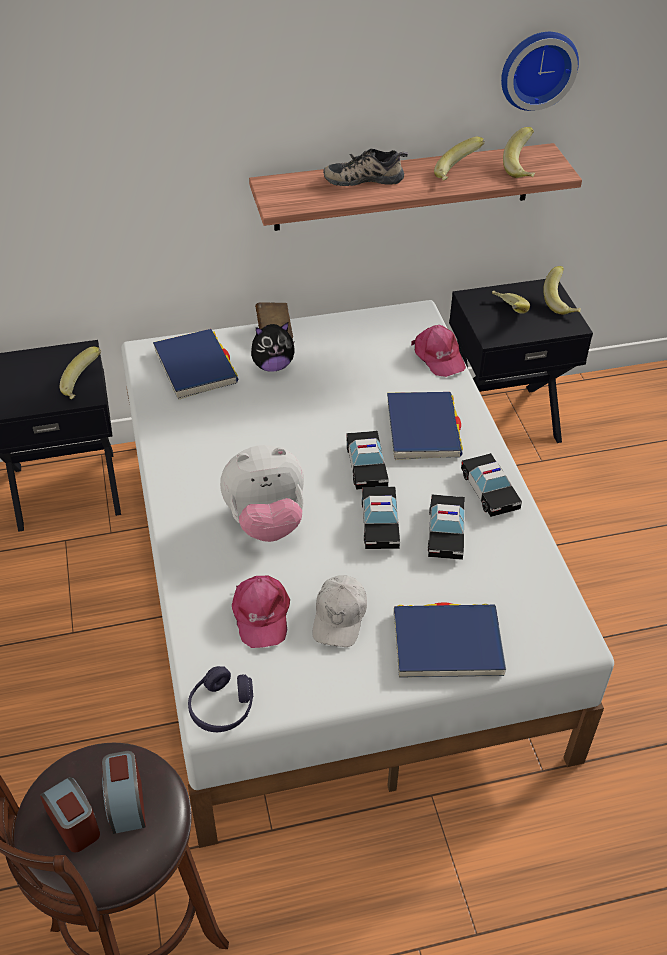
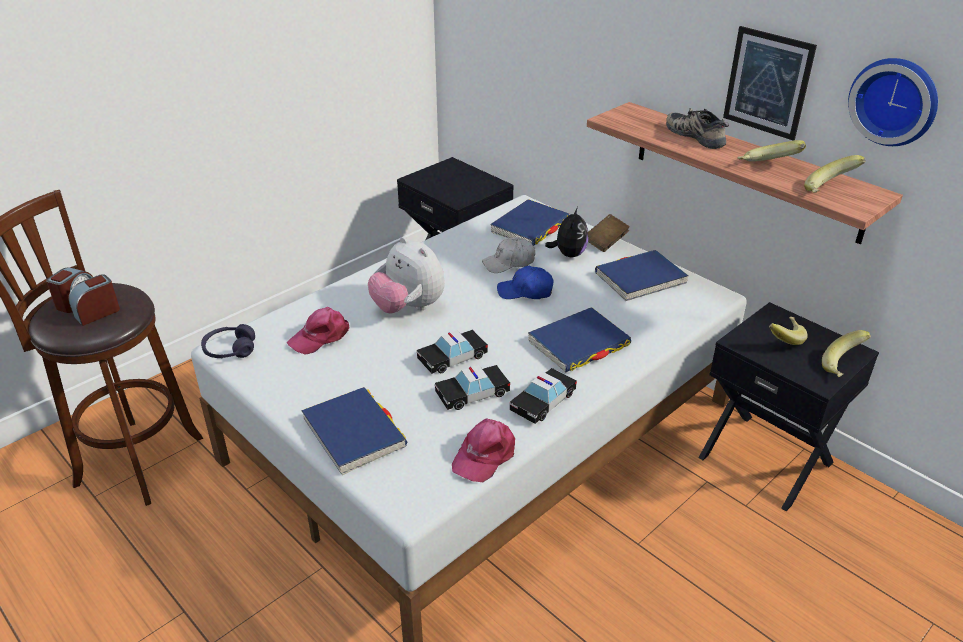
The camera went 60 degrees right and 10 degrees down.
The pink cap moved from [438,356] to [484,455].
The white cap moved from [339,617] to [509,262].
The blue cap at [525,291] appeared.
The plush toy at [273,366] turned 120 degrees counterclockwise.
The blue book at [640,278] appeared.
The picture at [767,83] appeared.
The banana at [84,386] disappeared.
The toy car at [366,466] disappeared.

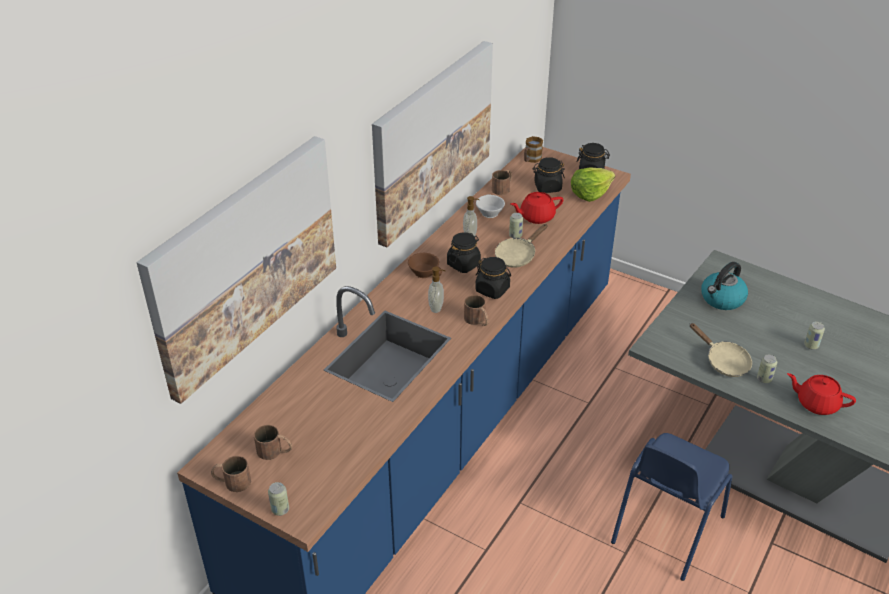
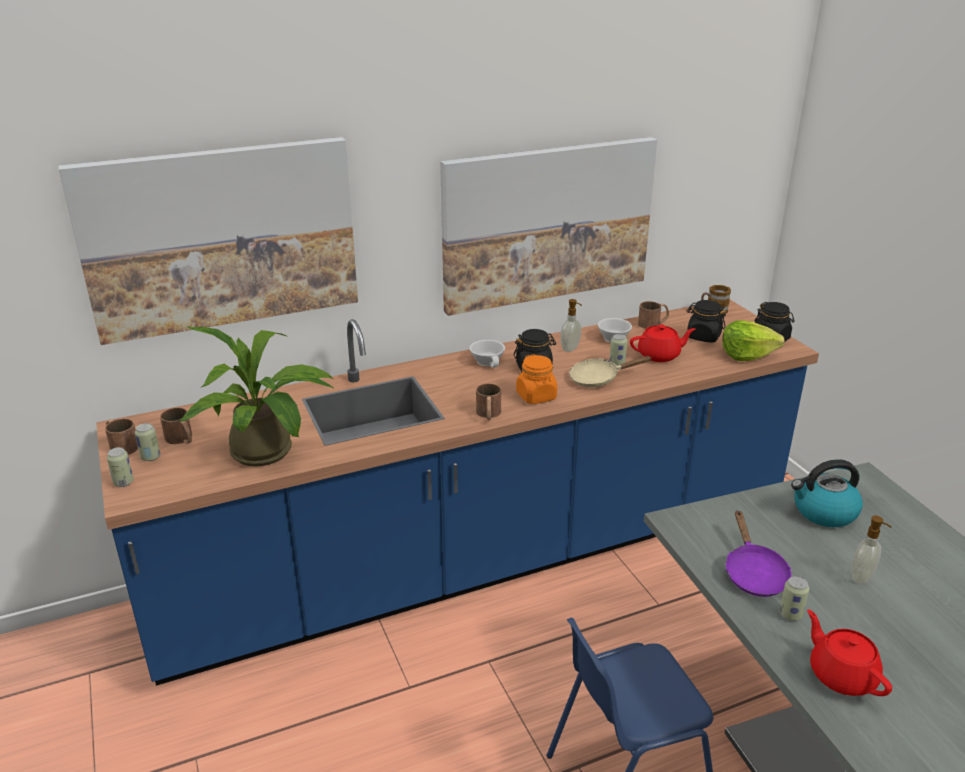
The camera went 35 degrees right and 10 degrees down.
The can moved from [811,345] to [150,457].
The potted plant at [268,454] appeared.
The brown cup at [425,272] became the white cup at [489,361].
The black jar at [492,290] became the orange jar at [536,396].
The red teapot at [536,217] turned 150 degrees clockwise.
The beige frying pan at [723,361] became the purple frying pan at [753,573].
The soap dispenser moved from [436,307] to [862,577].

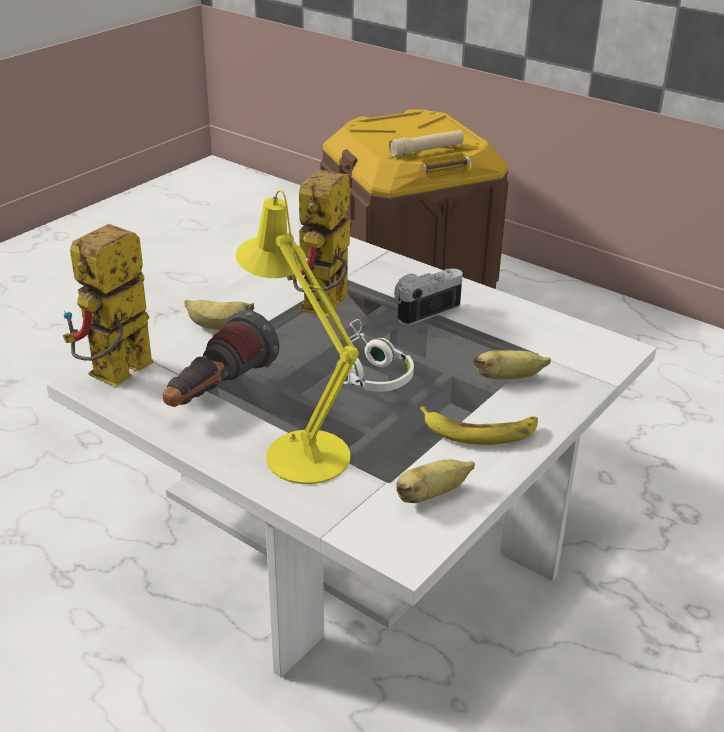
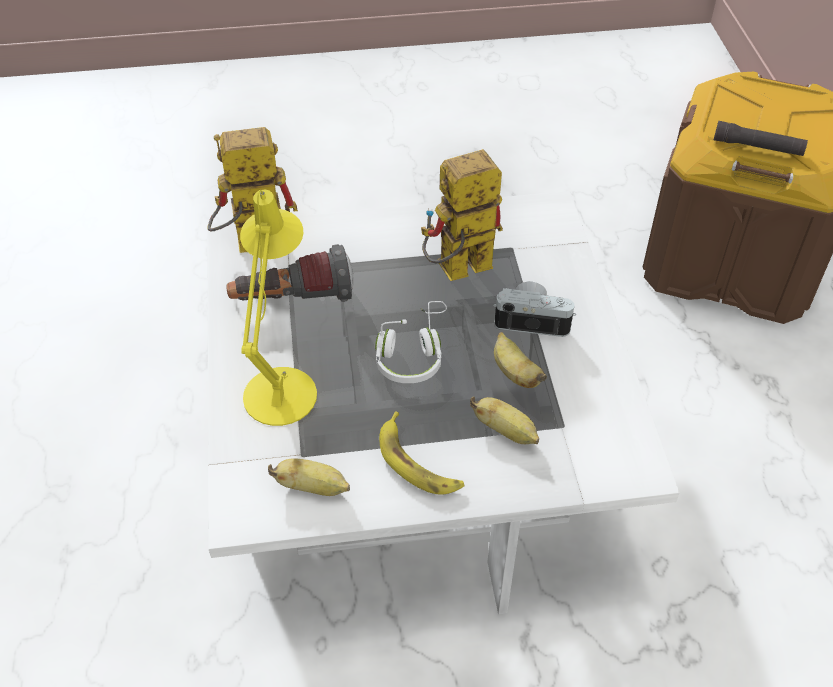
The camera went 45 degrees right and 15 degrees up.
The banana moved from [218,327] to [514,373].
The beige flashlight at [426,150] became the black flashlight at [758,147].

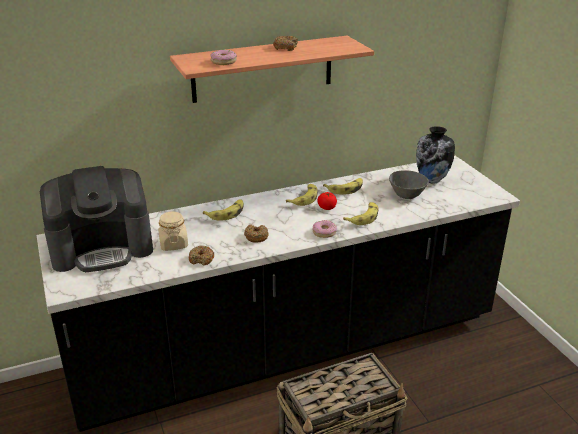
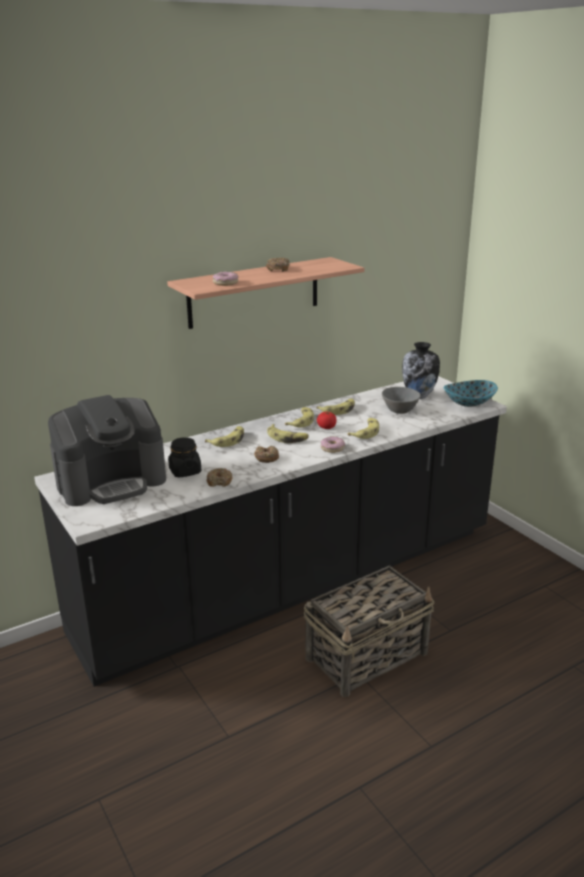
The camera went 10 degrees left and 5 degrees down.
The beige jar at [173,244] became the black jar at [185,471].
The banana at [287,438] appeared.
The bowl at [468,403] appeared.

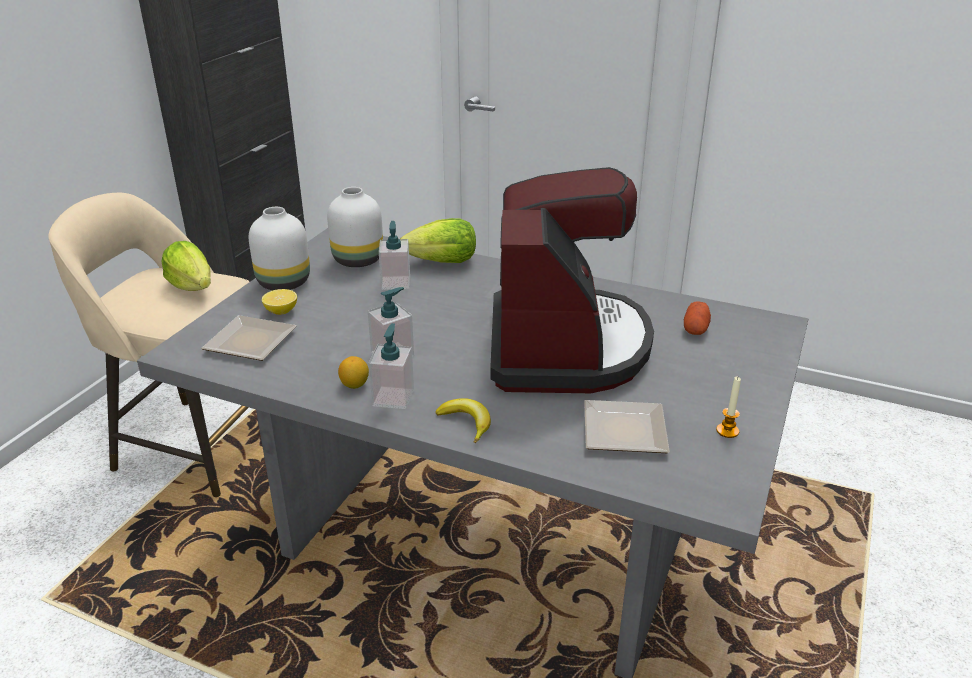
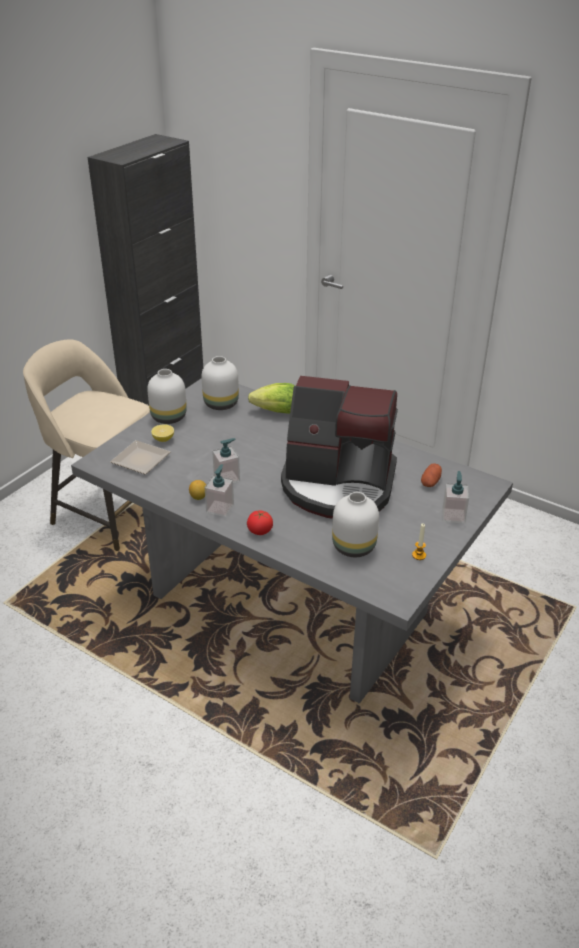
The camera went 10 degrees right and 5 degrees up.
The banana at [466,423] was replaced by the tomato at [260,530].
The coffee machine at [565,347] turned 90 degrees clockwise.
The plate at [621,429] was replaced by the white vase at [353,546].
The soap dispenser moved from [396,282] to [453,515].
The lettuce at [192,287] disappeared.

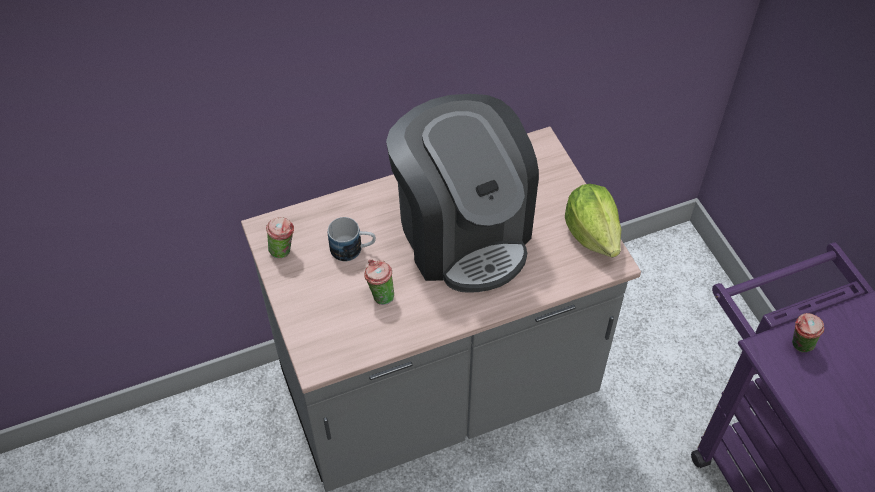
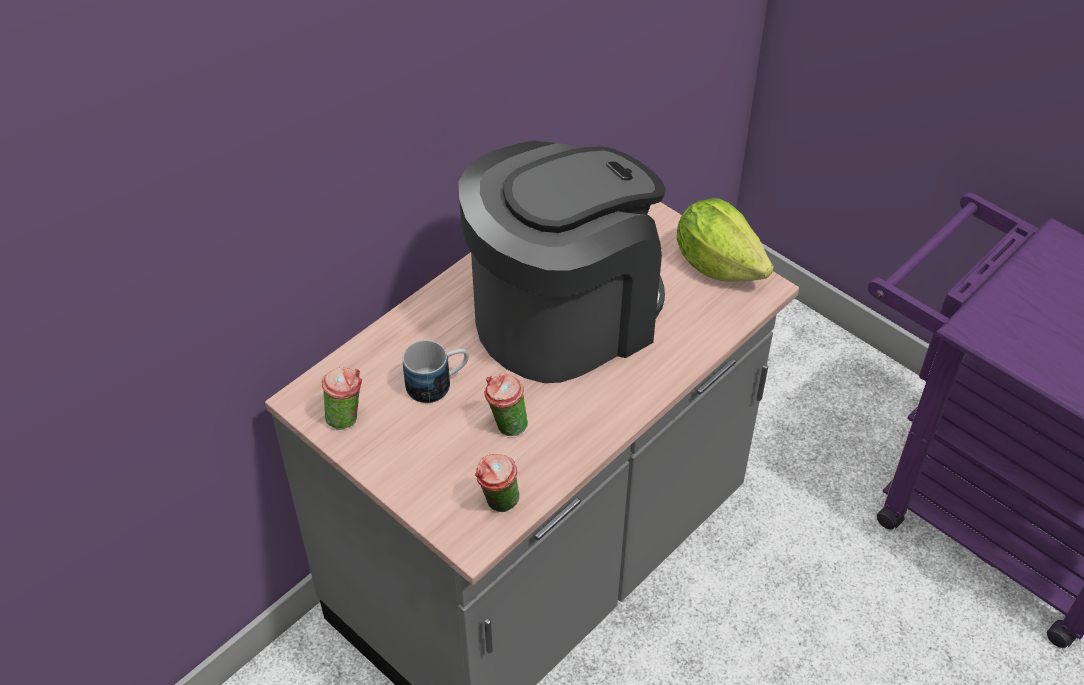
The camera went 25 degrees left and 5 degrees down.
The coffee machine at [463,232] turned 75 degrees counterclockwise.
The cup moved from [799,346] to [498,504].

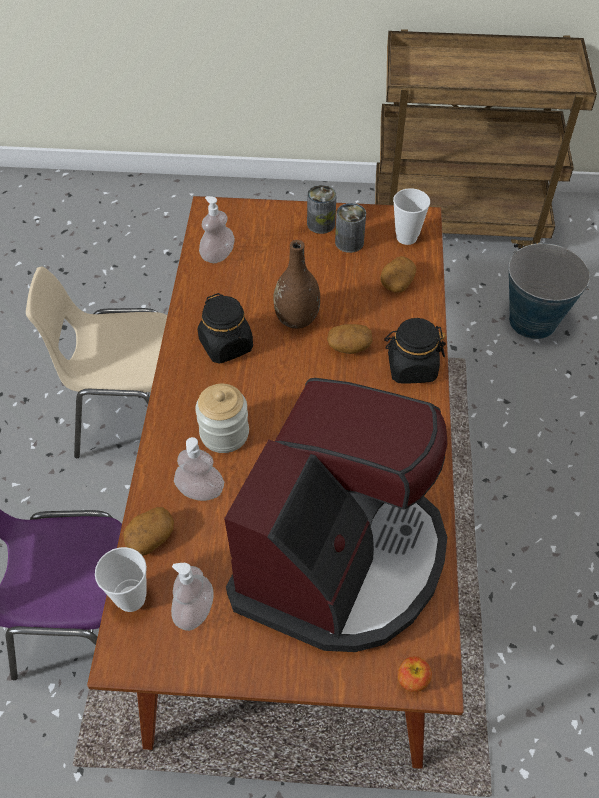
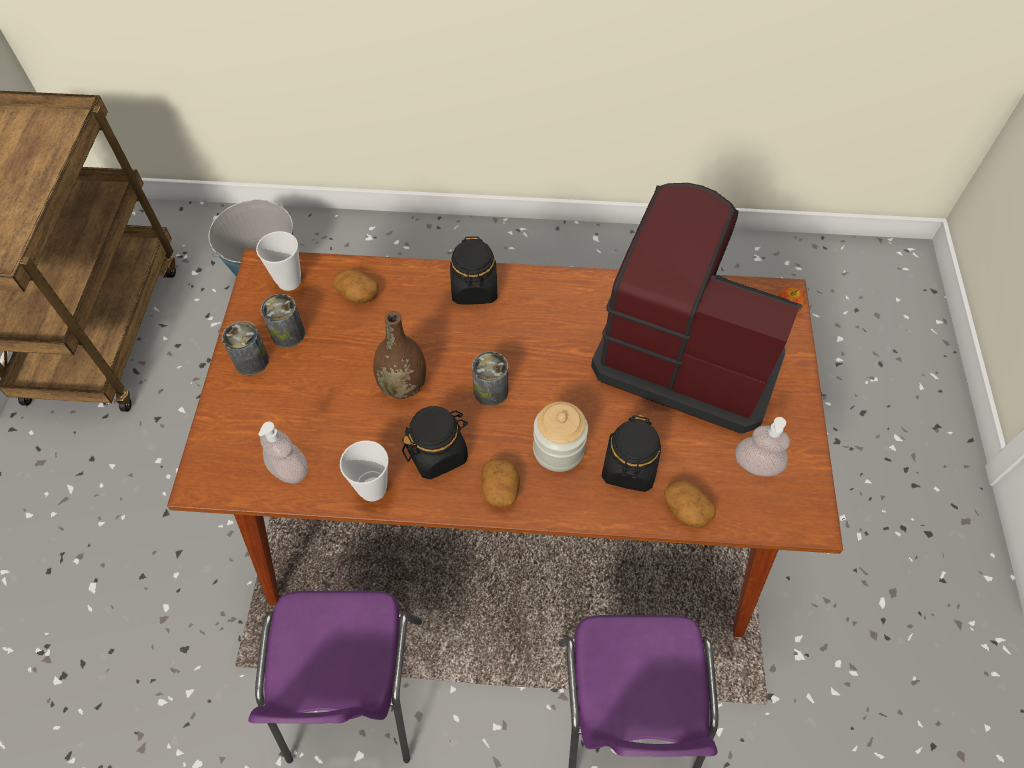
The camera went 90 degrees left and 5 degrees up.
The beige chair at [133,418] became the purple chair at [353,693].
The cup moved from [131,598] to [373,489].
The can at [491,391] appeared.
The potato moved from [349,346] to [500,489].
The soap dispenser at [200,491] was replaced by the black jar at [629,468].

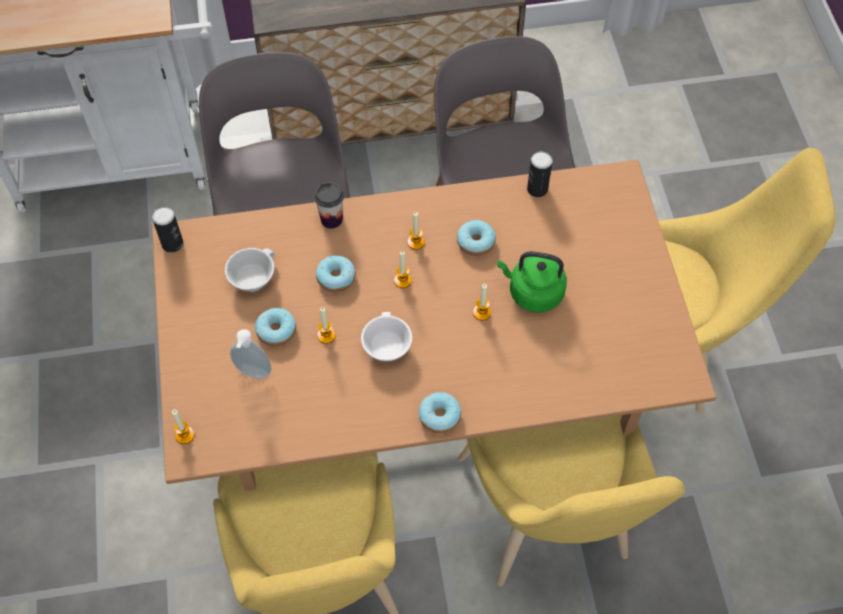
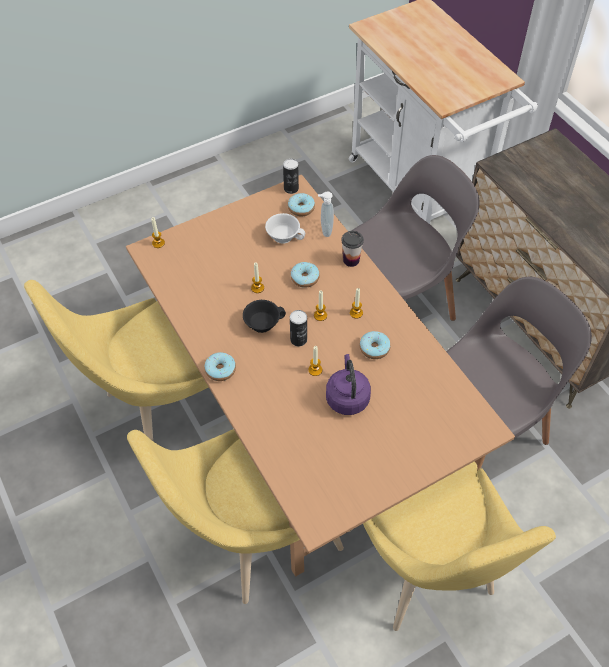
The camera went 70 degrees right and 5 degrees down.
The white cup at [385,346] became the black cup at [262,322].
The donut moved from [276,331] to [301,208].
The can moved from [537,189] to [298,339].
The soap dispenser moved from [252,373] to [325,230].
The green kettle at [532,293] became the purple kettle at [347,397].

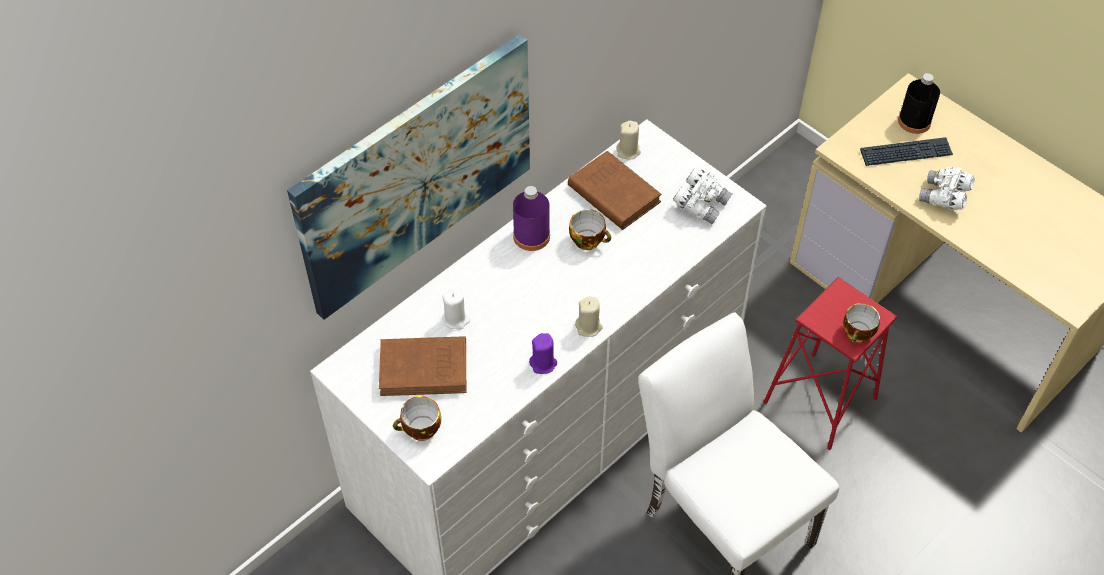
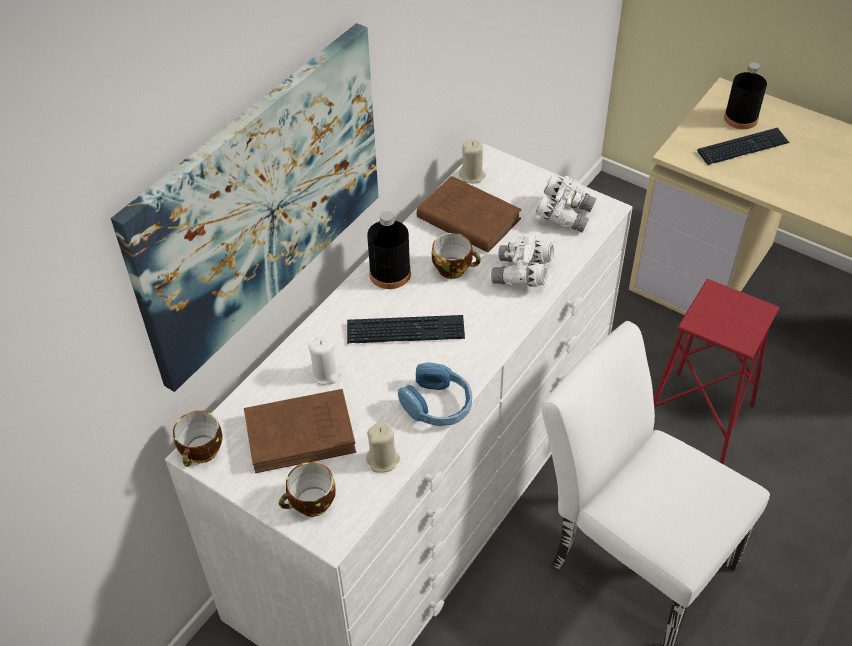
The camera went 10 degrees left and 5 degrees down.
The cup moved from [858,334] to [202,452].
The keyboard at [405,331] appeared.
The beige candle moved from [588,327] to [383,460].
The purple bottle at [531,236] became the black bottle at [390,274].
The purple candle at [543,363] was replaced by the blue headphones at [437,405].
The white binoculars moved from [944,197] to [522,274].

